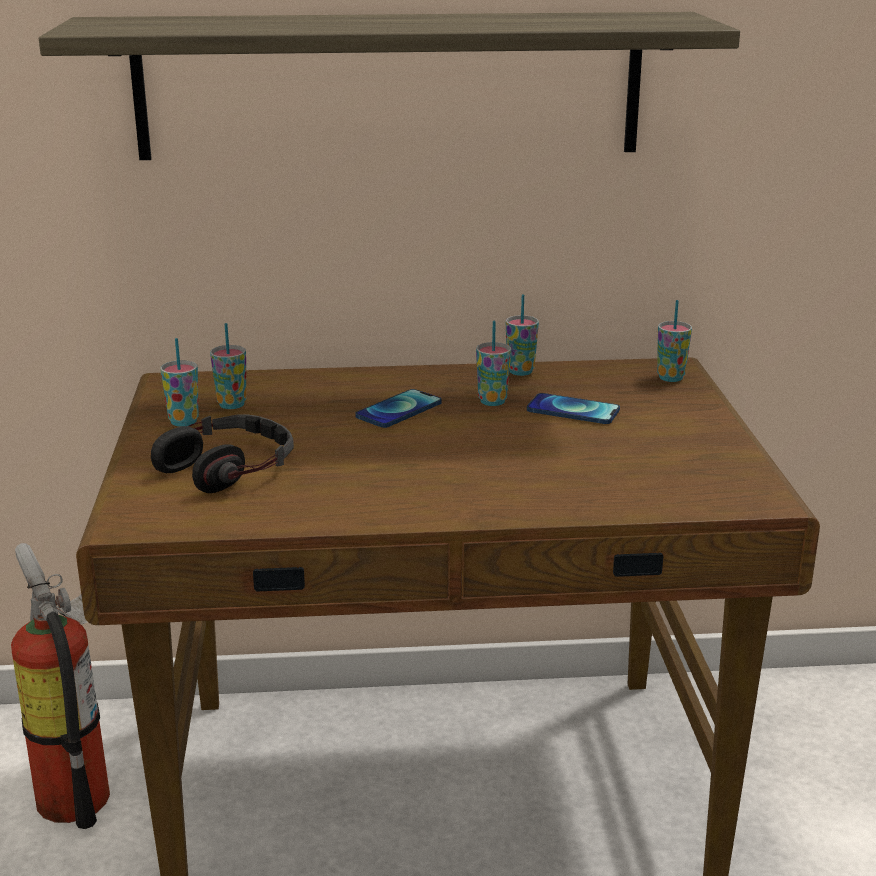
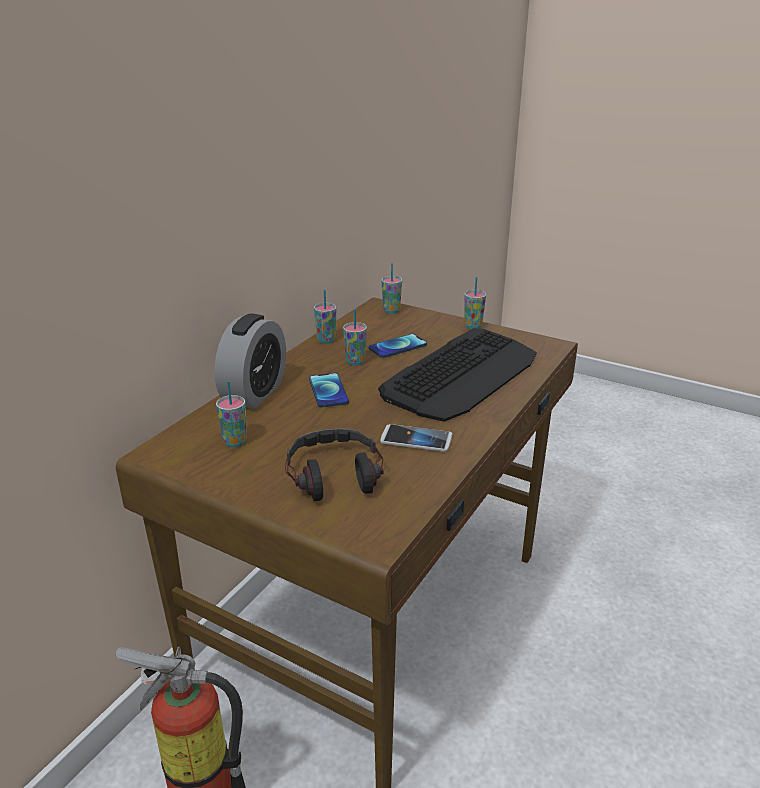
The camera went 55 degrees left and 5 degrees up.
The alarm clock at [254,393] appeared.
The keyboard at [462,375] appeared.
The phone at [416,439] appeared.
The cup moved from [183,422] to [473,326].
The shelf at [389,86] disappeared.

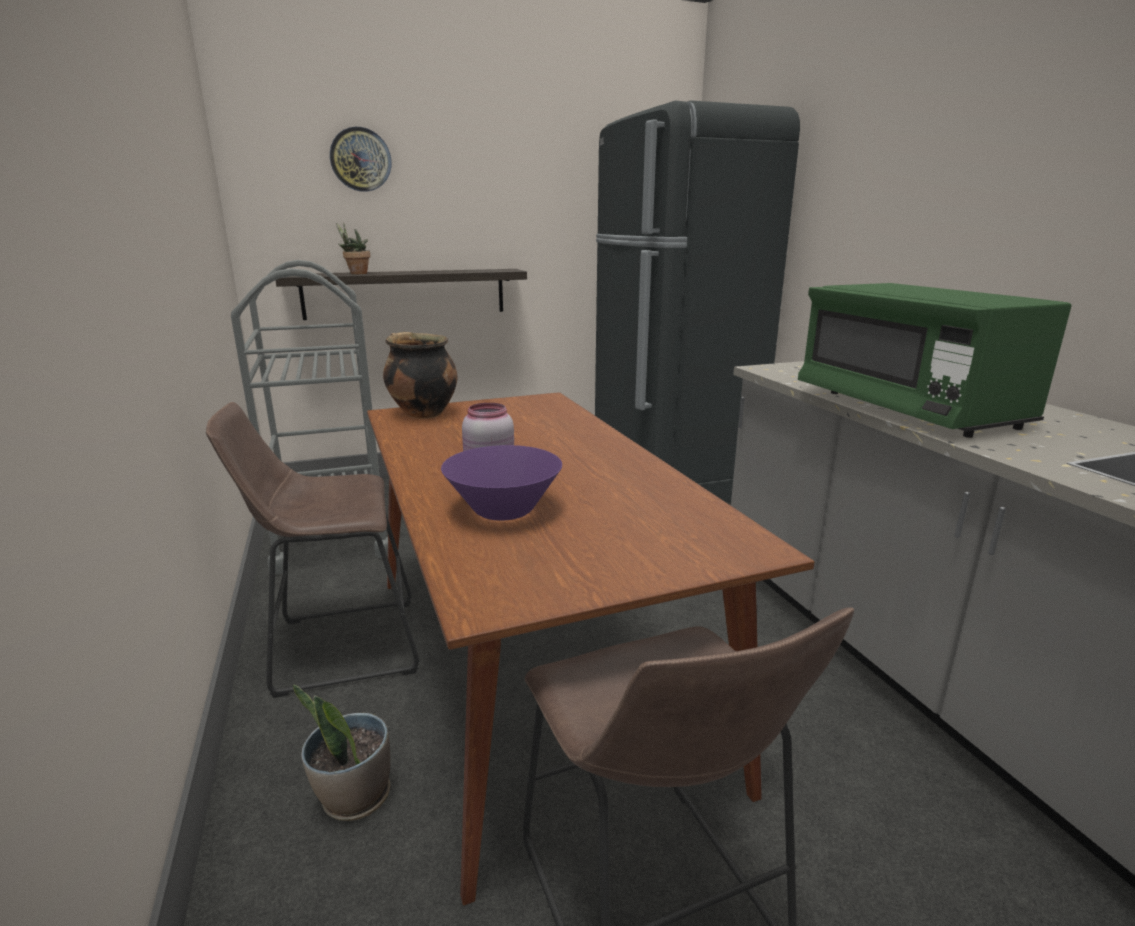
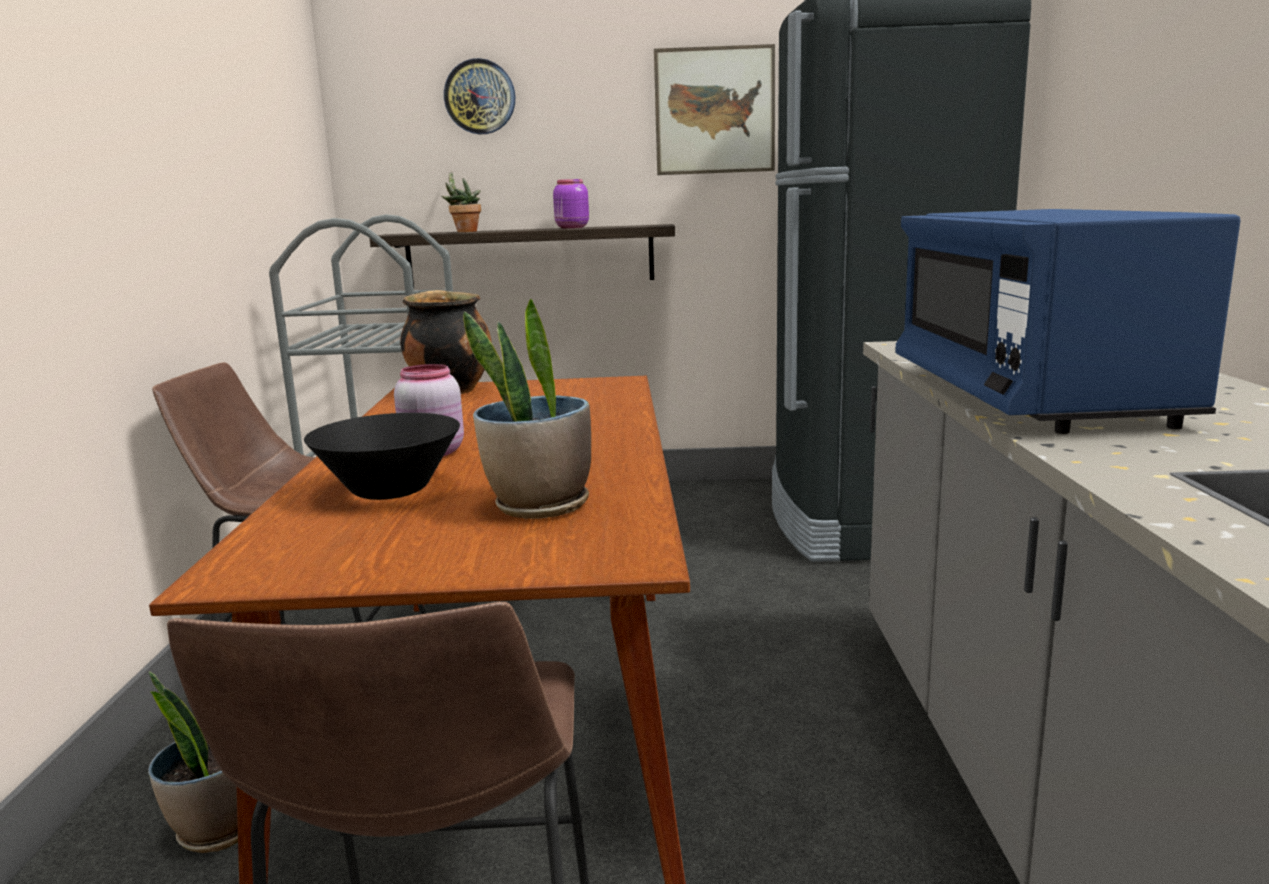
The camera went 20 degrees right and 5 degrees down.
The purple bowl at [503,510] became the black bowl at [390,490].
The potted plant at [539,506] appeared.
The purple jar at [571,227] appeared.
The picture at [714,111] appeared.
The green microwave at [906,409] became the blue microwave at [1029,396].

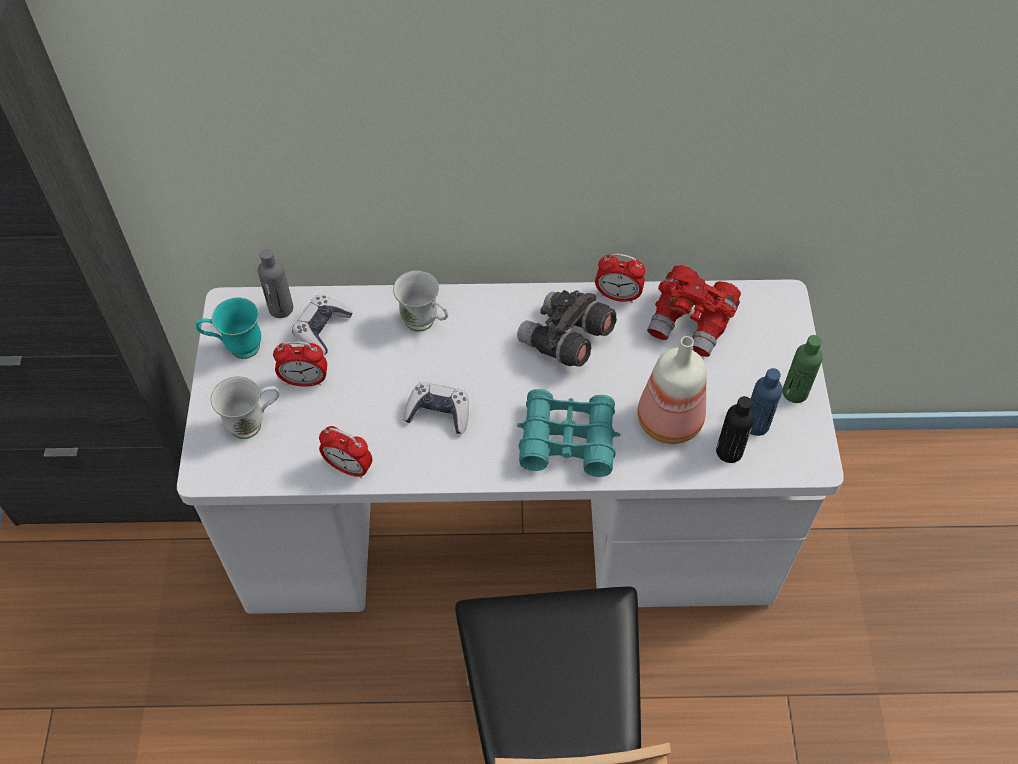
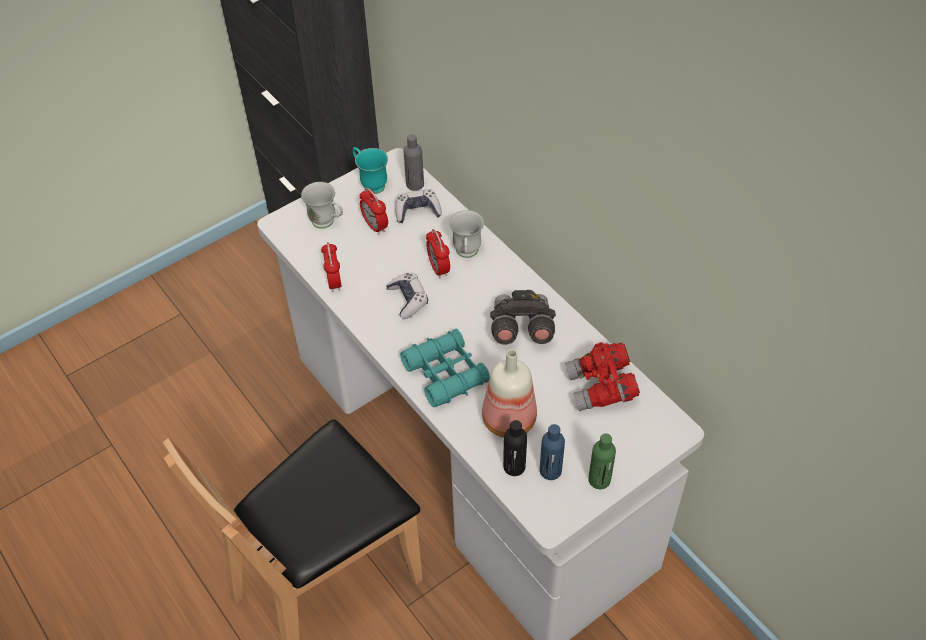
The camera went 55 degrees right and 5 degrees down.
The alarm clock moved from [618,296] to [438,268].

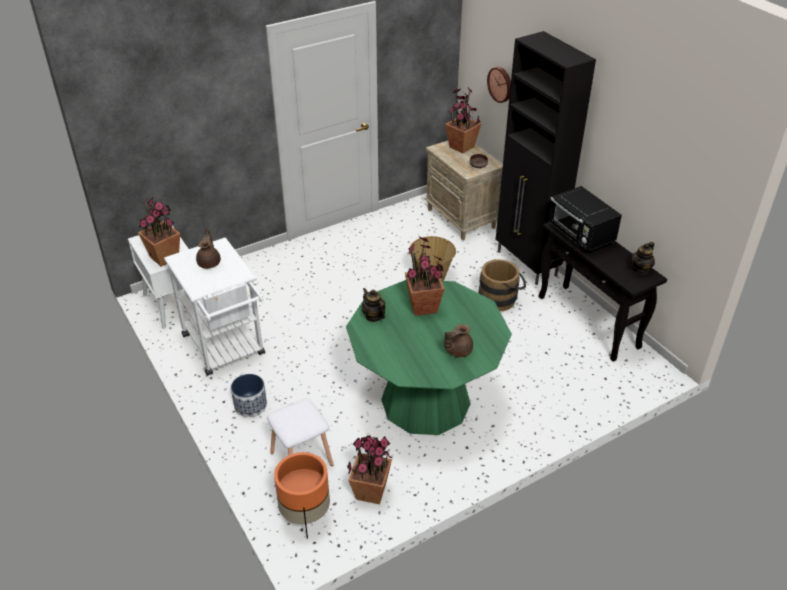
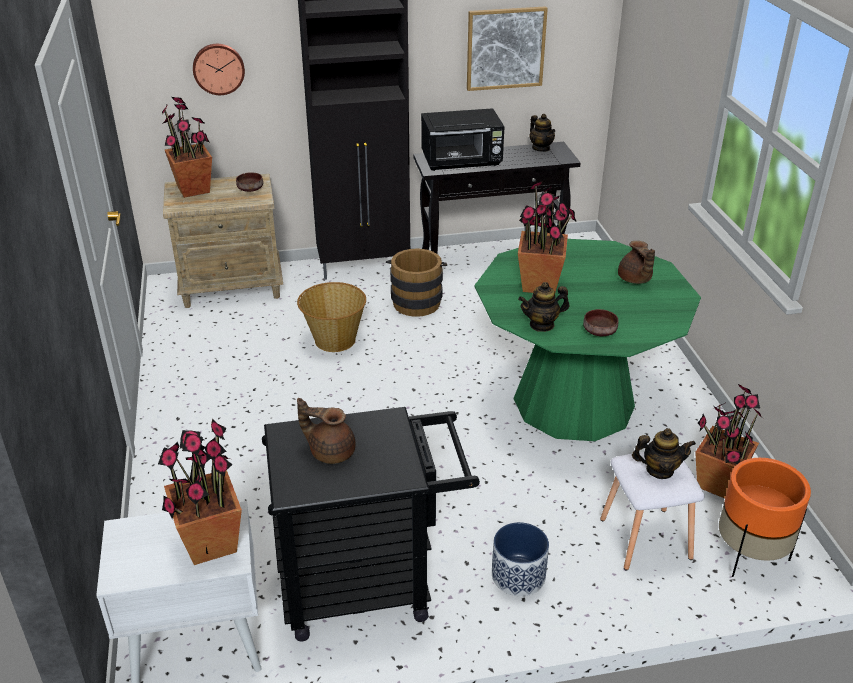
The camera went 70 degrees left and 5 degrees down.
The white cart at [226,349] became the black cart at [370,584].
The picture at [505,48] appeared.
The brown bowl at [600,331] appeared.
The teapot at [659,470] appeared.

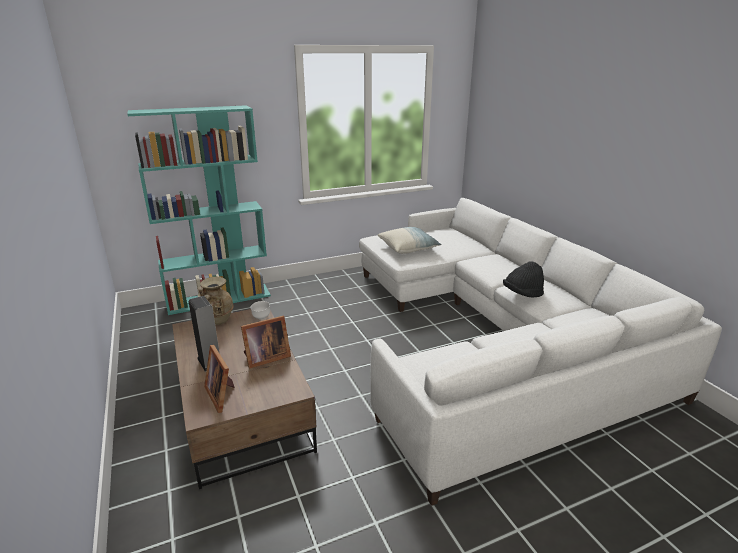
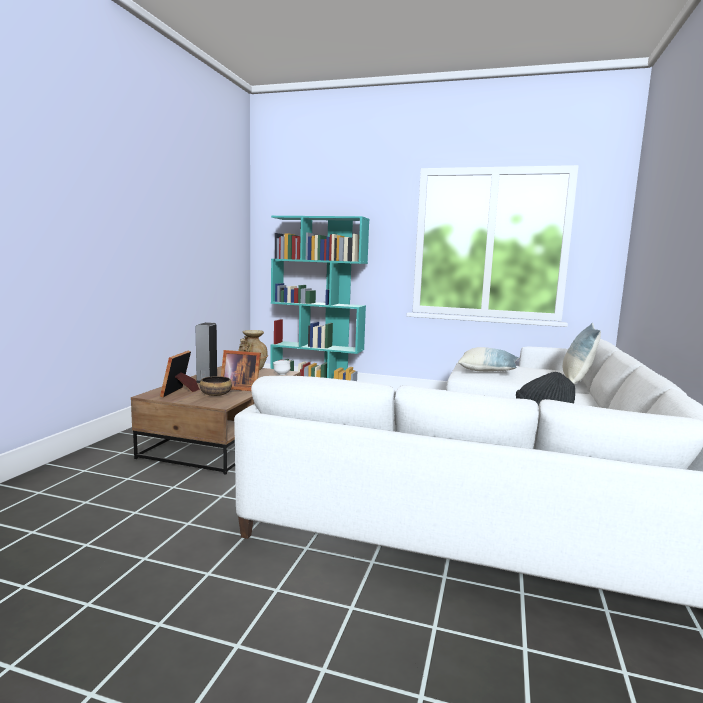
The camera went 40 degrees right and 15 degrees down.
The bowl at [215,394] appeared.
The pillow at [576,381] appeared.

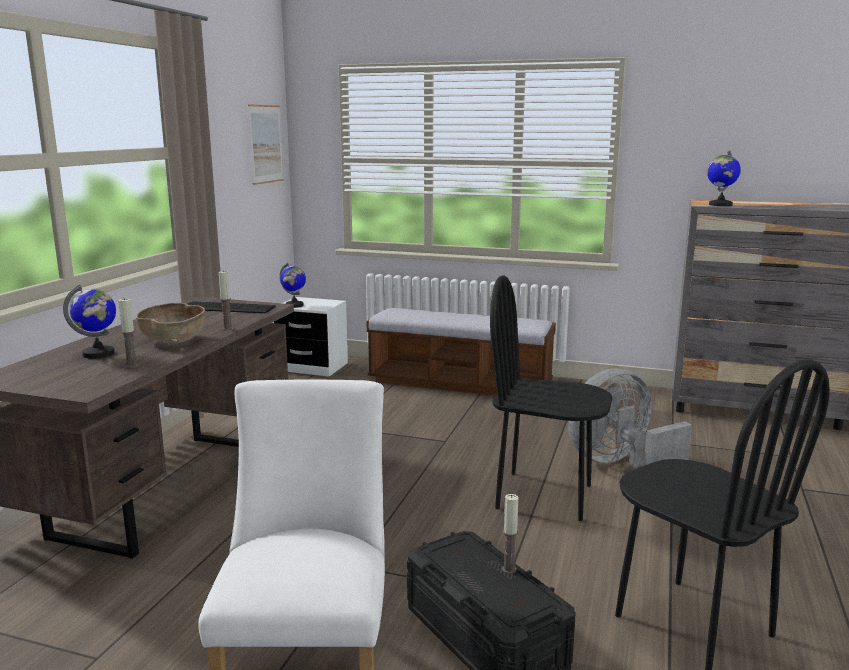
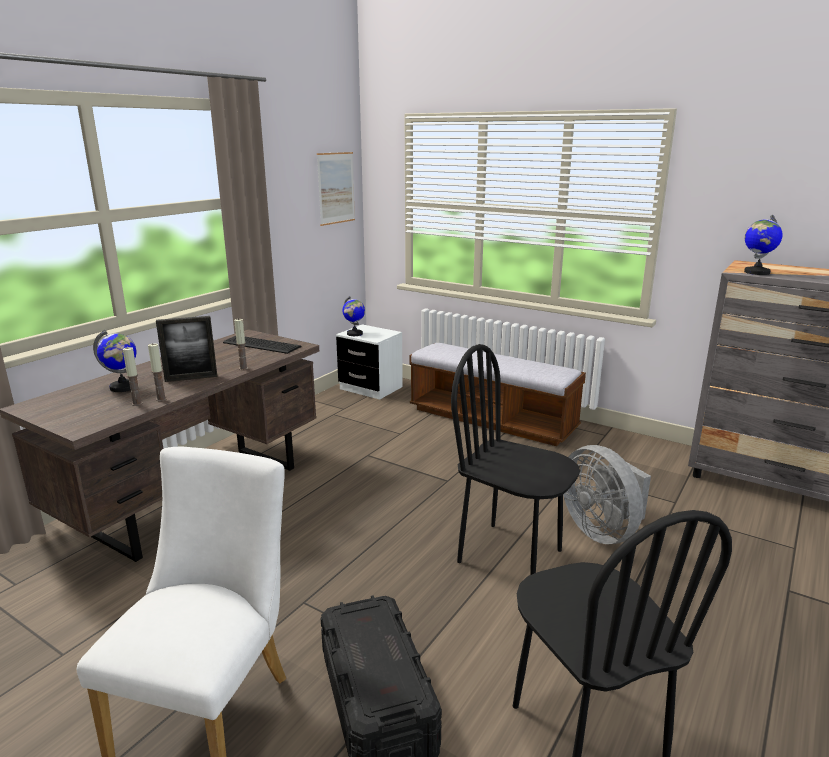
The camera went 15 degrees right and 5 degrees up.
The candle moved from [509,569] to [161,399].
The brown bowl at [174,340] was replaced by the picture frame at [191,378].
The grey fan at [619,464] turned 105 degrees counterclockwise.

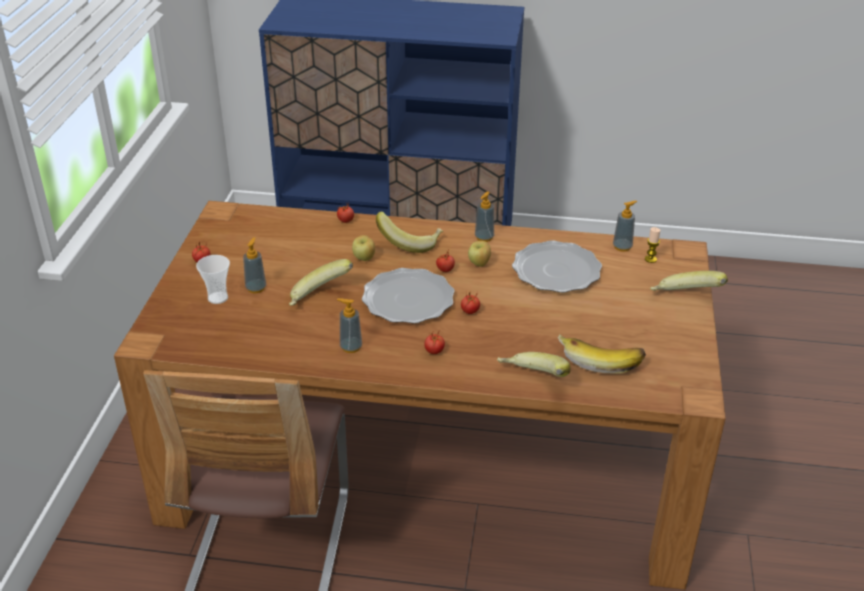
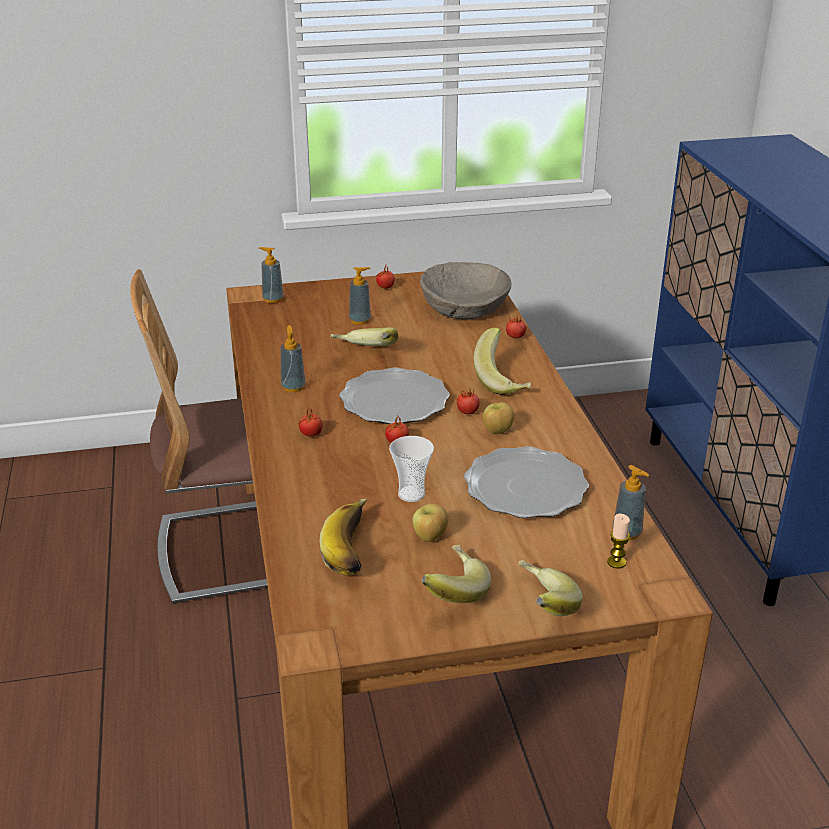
The camera went 70 degrees right and 5 degrees down.
The soap dispenser moved from [484,237] to [273,299].
The cup moved from [218,298] to [411,494].
The apple moved from [364,258] to [430,537].
The beige bowl at [464,306] appeared.
The banana moved from [532,380] to [451,591].

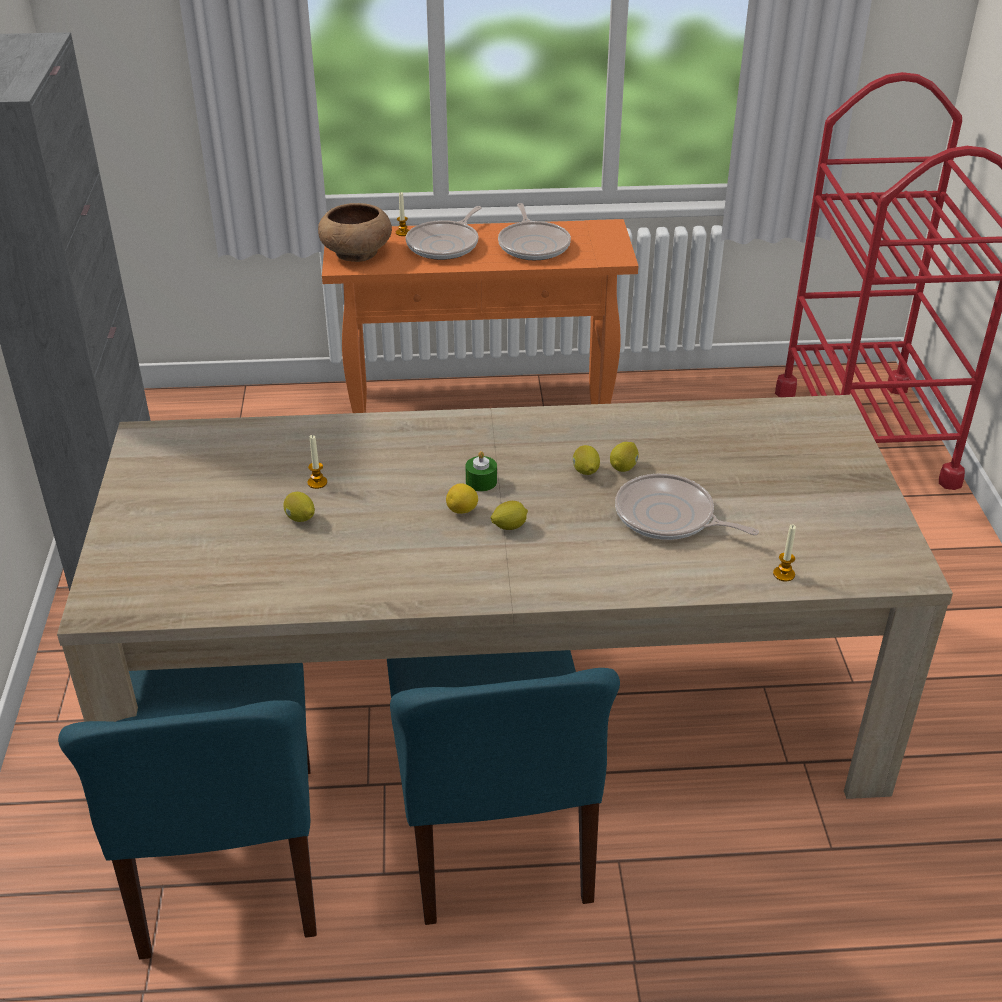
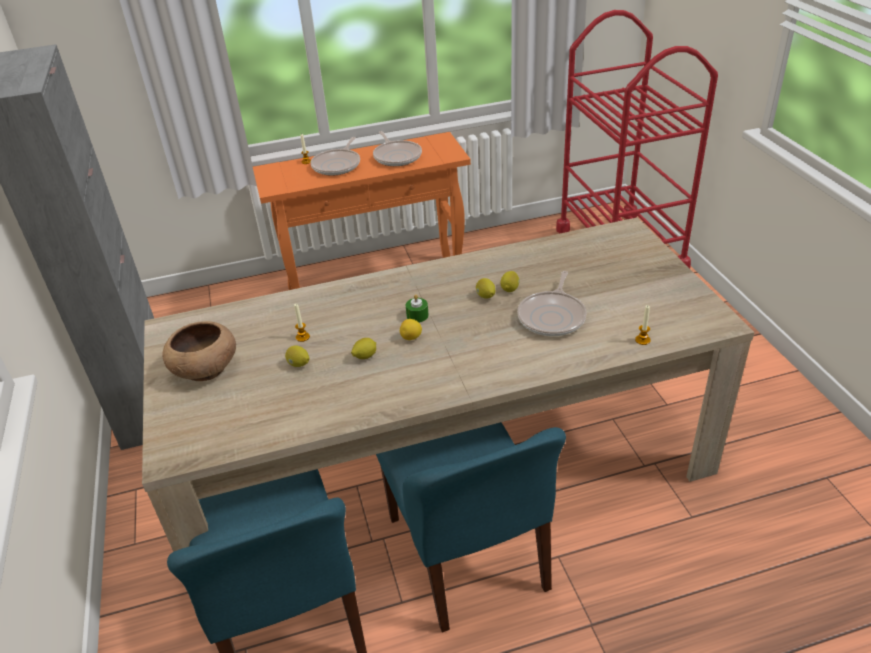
The camera went 10 degrees left and 0 degrees up.
The brown bowl moved from [356,253] to [205,369].
The lemon moved from [509,526] to [365,356].
The frying pan at [669,517] turned 90 degrees counterclockwise.

